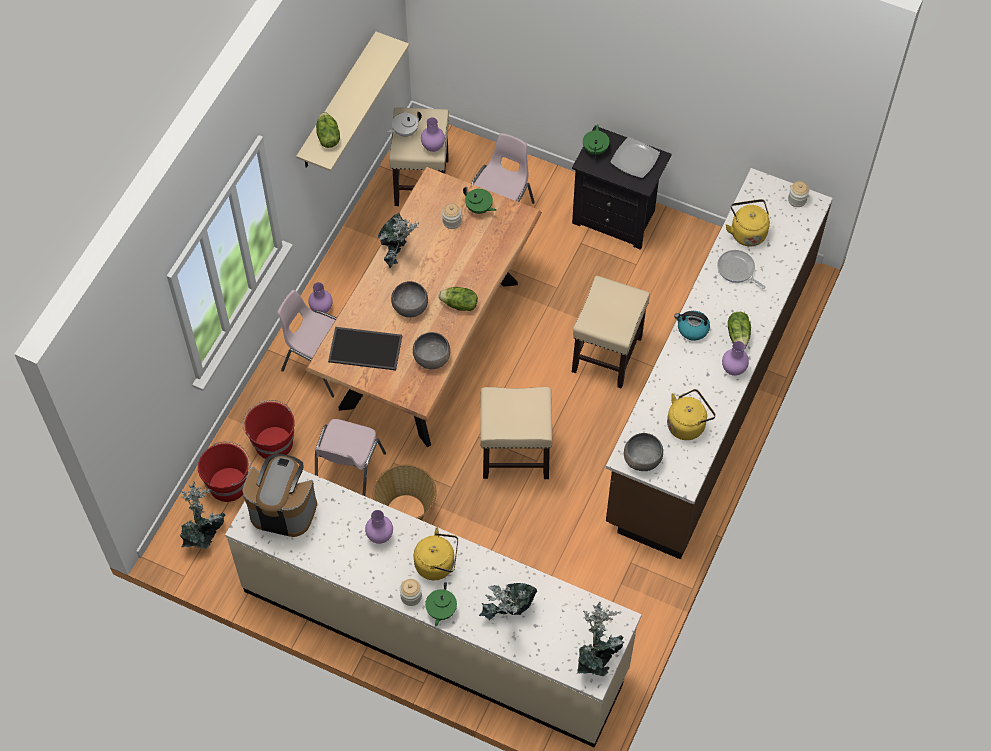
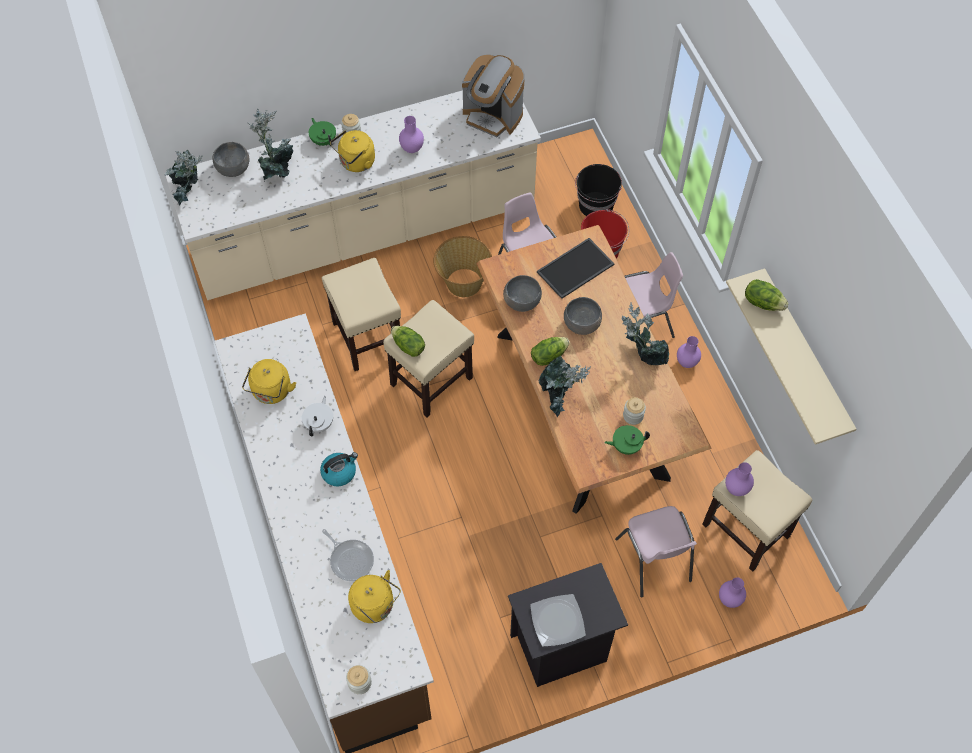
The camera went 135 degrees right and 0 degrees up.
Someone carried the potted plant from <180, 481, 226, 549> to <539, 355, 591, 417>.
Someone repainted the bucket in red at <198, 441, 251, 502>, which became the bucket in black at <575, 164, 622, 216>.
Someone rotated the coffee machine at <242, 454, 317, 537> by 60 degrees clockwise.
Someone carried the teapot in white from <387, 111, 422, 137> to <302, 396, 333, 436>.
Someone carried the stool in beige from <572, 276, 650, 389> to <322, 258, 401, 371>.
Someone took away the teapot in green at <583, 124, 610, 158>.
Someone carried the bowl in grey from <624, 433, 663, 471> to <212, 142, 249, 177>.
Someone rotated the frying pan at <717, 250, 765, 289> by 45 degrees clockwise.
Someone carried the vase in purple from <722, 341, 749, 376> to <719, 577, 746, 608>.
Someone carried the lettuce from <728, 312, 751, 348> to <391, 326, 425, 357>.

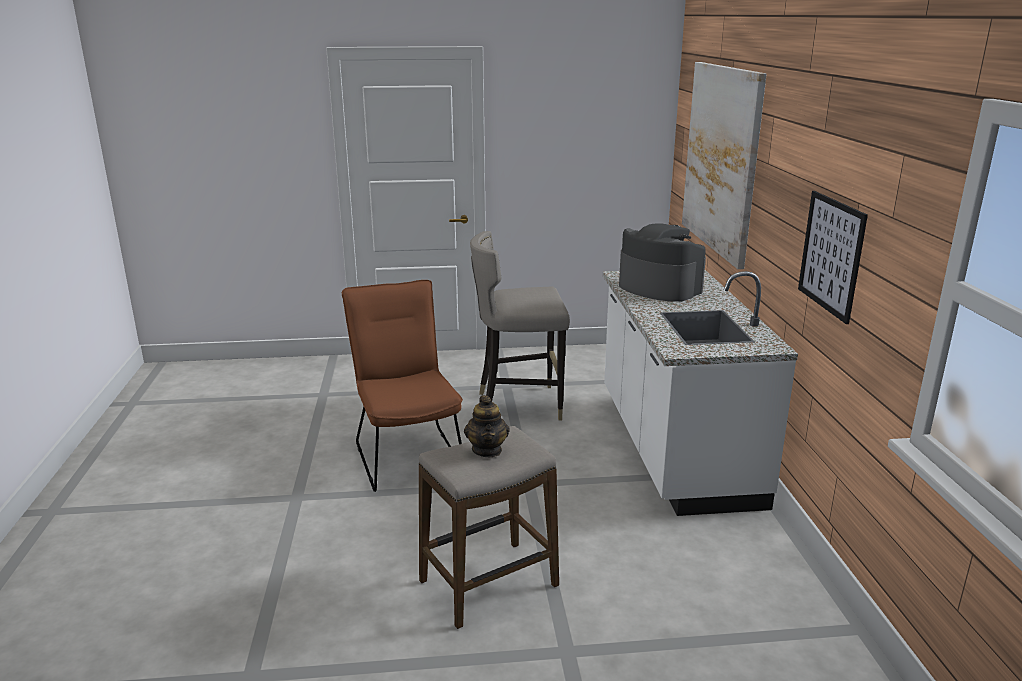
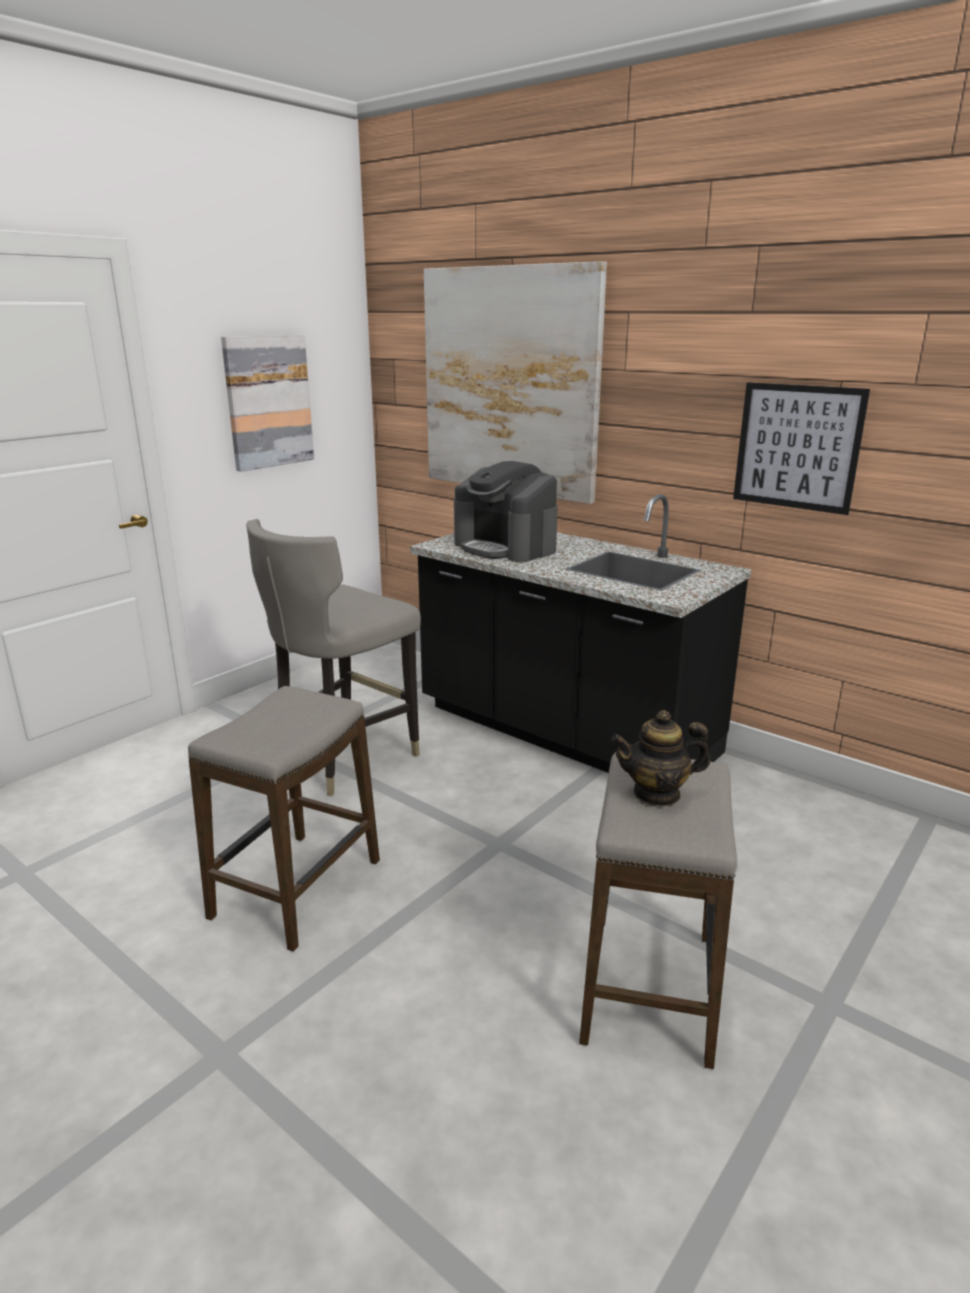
The camera went 45 degrees left and 0 degrees up.
Someone swapped the chair in brown at <342, 280, 463, 492> for the stool at <188, 686, 380, 951>.
Someone rotated the teapot at <464, 395, 510, 457> by 135 degrees clockwise.
Someone repainted the counter in white at <603, 270, 798, 516>, which became the counter in black at <410, 494, 752, 773>.
Someone rotated the coffee machine at <619, 223, 706, 302> by 135 degrees counterclockwise.
Someone put up the picture at <221, 335, 314, 472>.

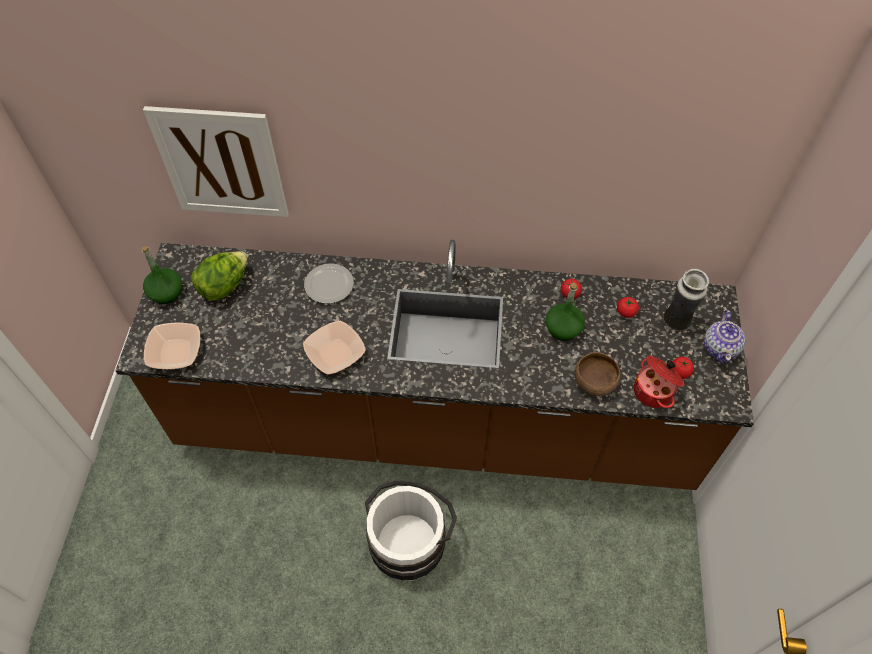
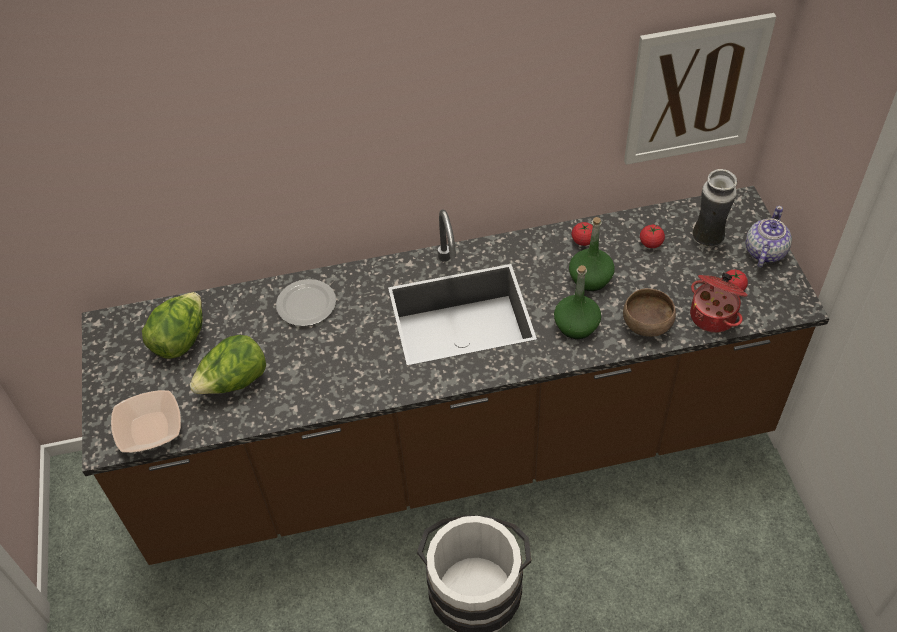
The camera went 15 degrees left and 5 degrees down.
Someone carried the bottle in green from <142, 246, 182, 304> to <554, 265, 601, 339>.
Someone carried the picture from <143, 106, 289, 217> to <624, 13, 776, 165>.
Someone took away the bowl at <303, 321, 365, 375>.
Someone rotated the teapot at <704, 310, 746, 364> by 150 degrees counterclockwise.
Someone put down the lettuce at <190, 335, 266, 394>.

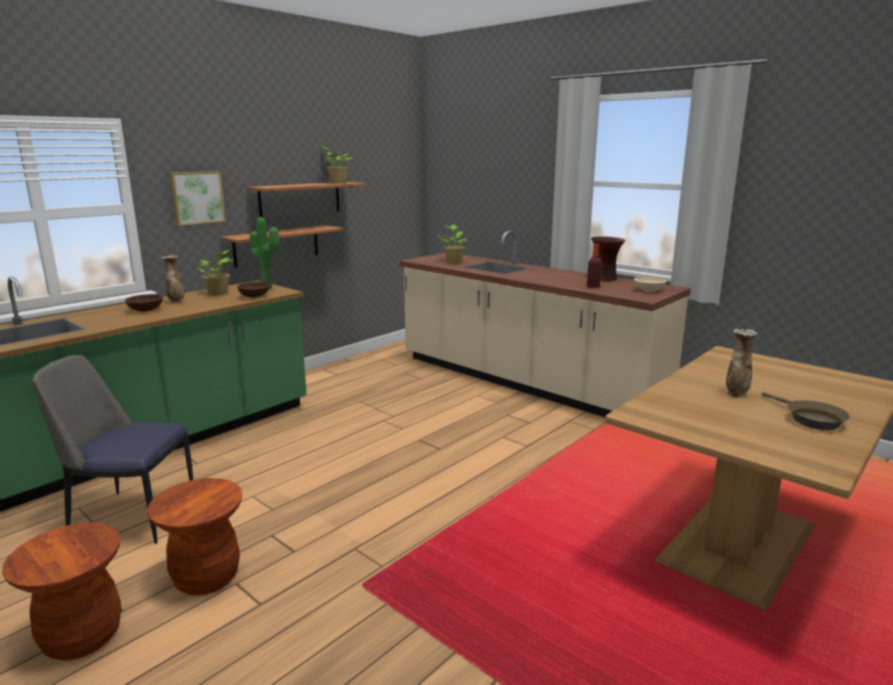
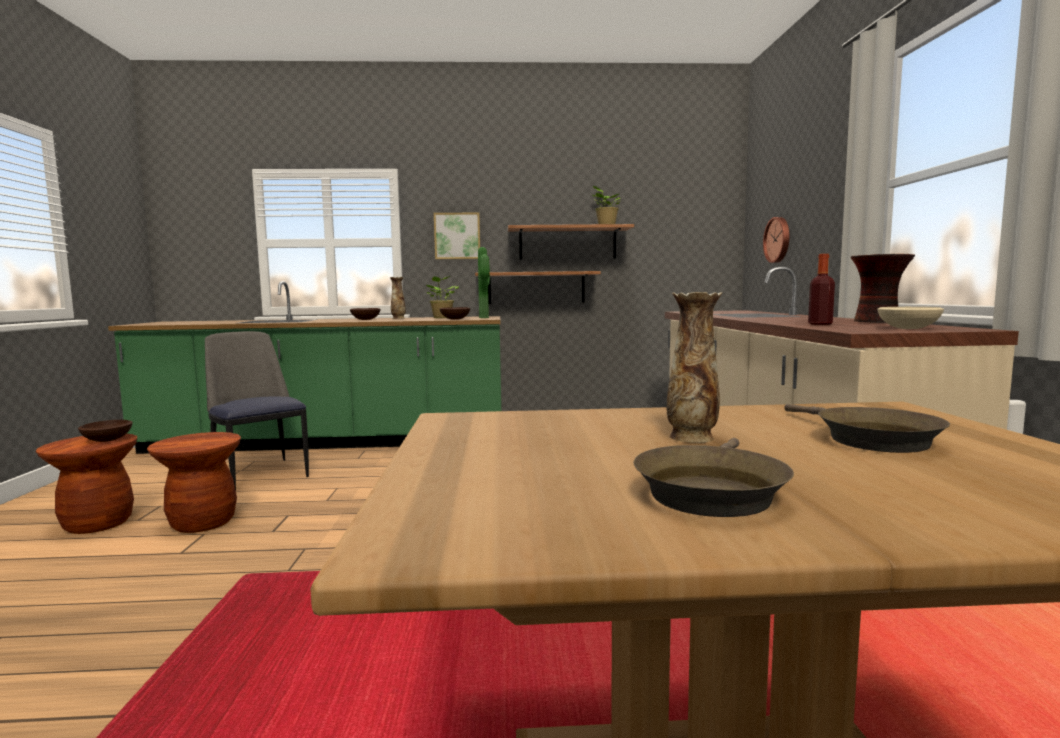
The camera went 45 degrees right and 10 degrees down.
Someone took away the potted plant at <439, 224, 468, 263>.
Someone put down the bowl in brown at <78, 420, 133, 442>.
Someone put up the wall clock at <763, 217, 789, 263>.
Someone put down the frying pan in brown at <785, 404, 950, 453>.

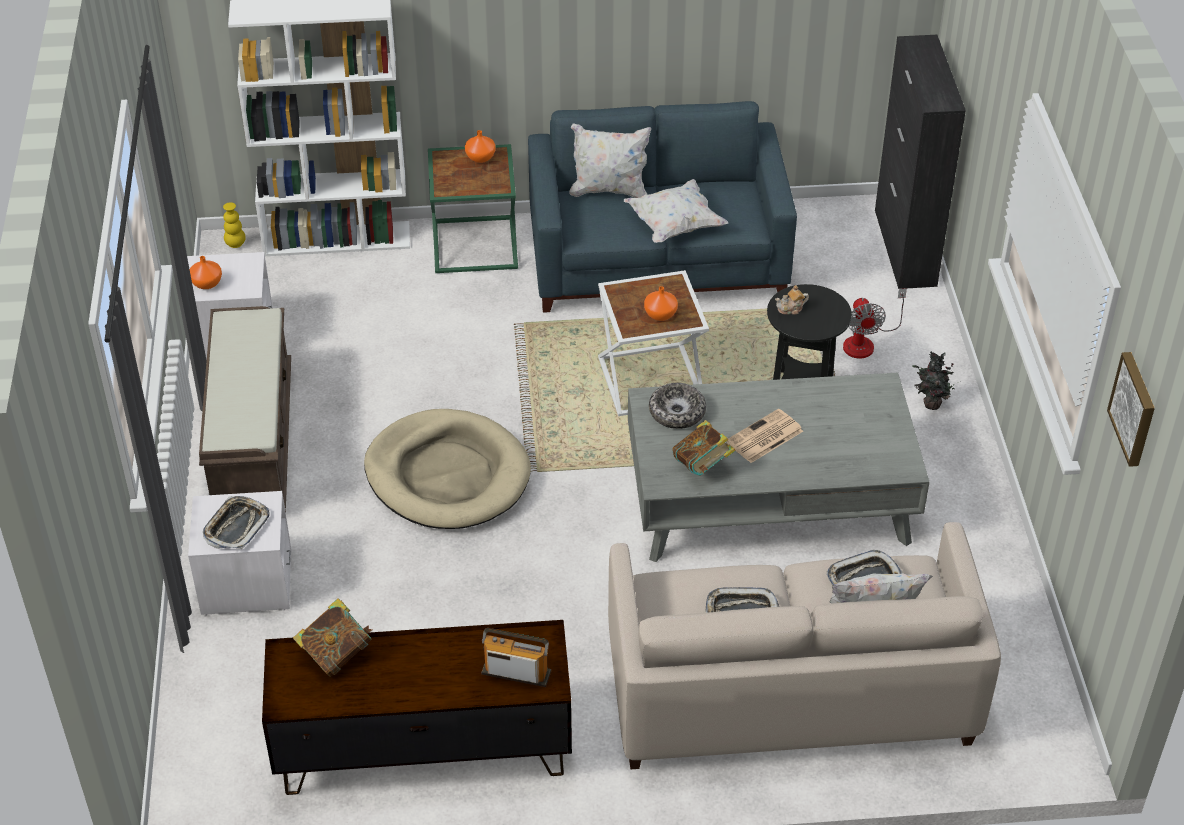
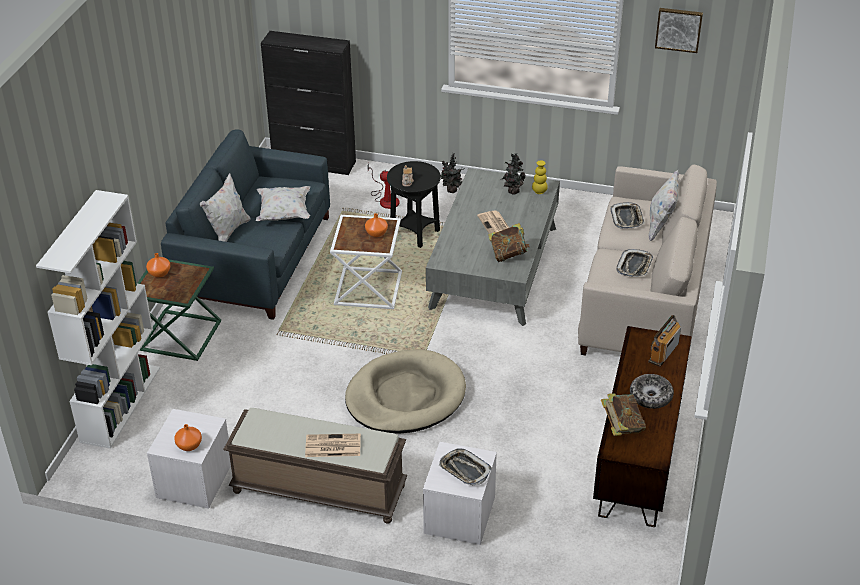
The camera went 70 degrees left and 5 degrees down.
Someone carried the vase in yellow from <223, 202, 246, 248> to <532, 160, 548, 194>.
Someone carried the bowl from <649, 383, 706, 429> to <630, 374, 674, 409>.
Someone put down the newspaper at <305, 434, 361, 457>.
Someone put down the potted plant at <502, 153, 525, 194>.

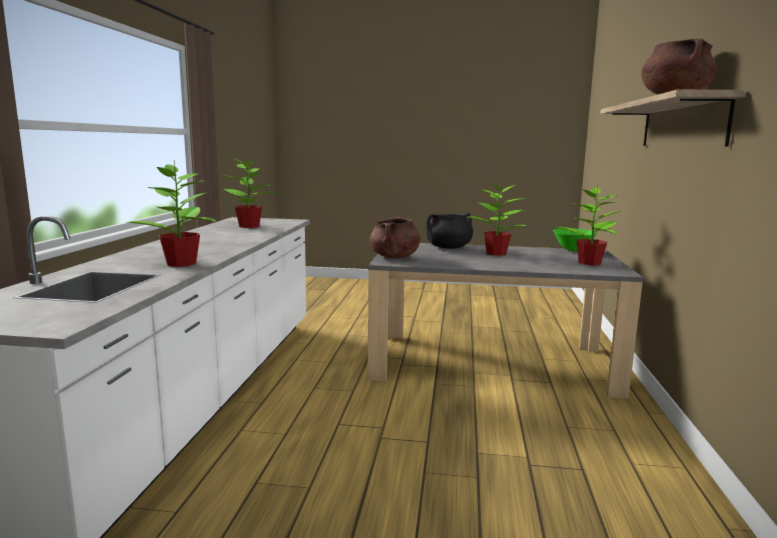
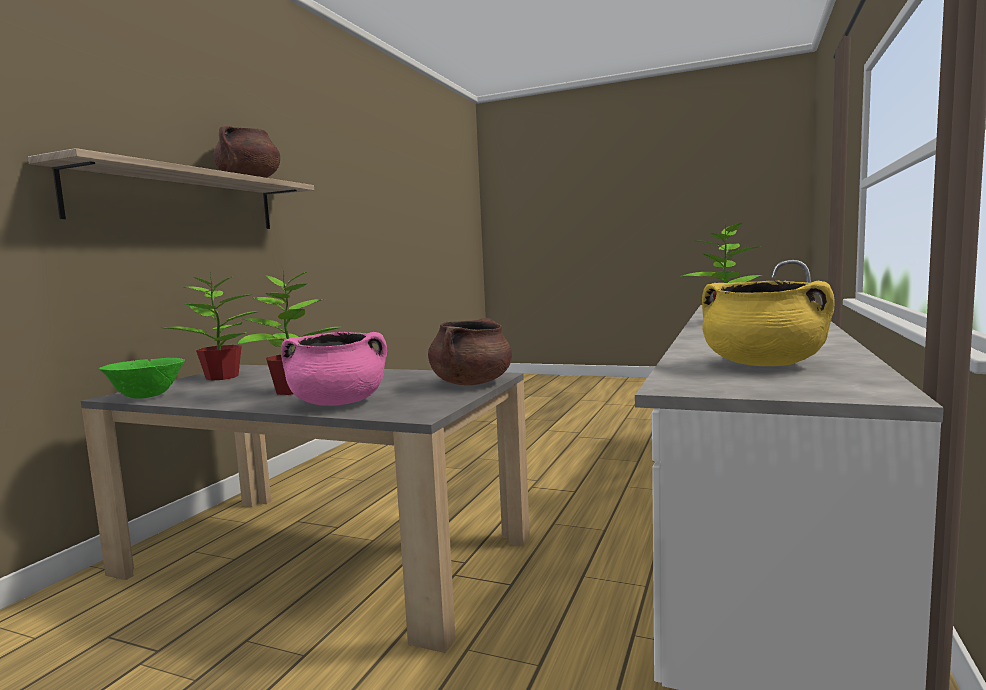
The camera went 165 degrees left and 5 degrees down.
Someone swapped the potted plant at <222, 155, 277, 228> for the cooking pot in yellow at <702, 280, 835, 366>.
Someone repainted the cooking pot in black at <426, 213, 473, 249>, which became the cooking pot in pink at <281, 332, 387, 406>.

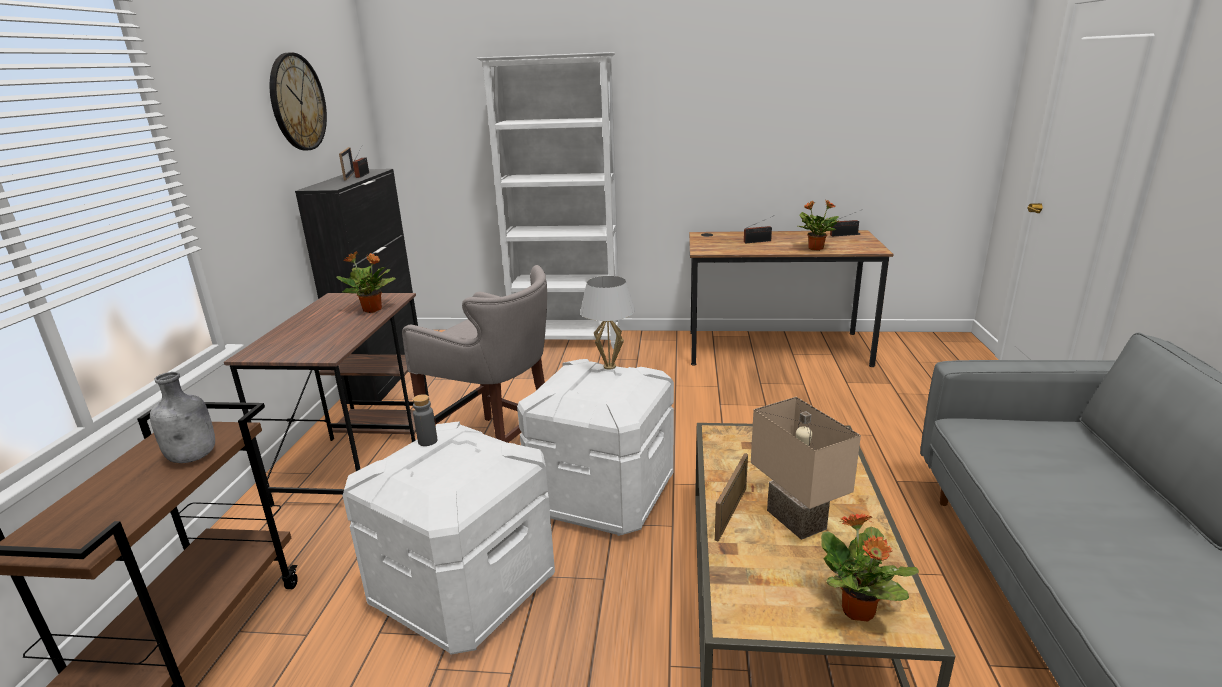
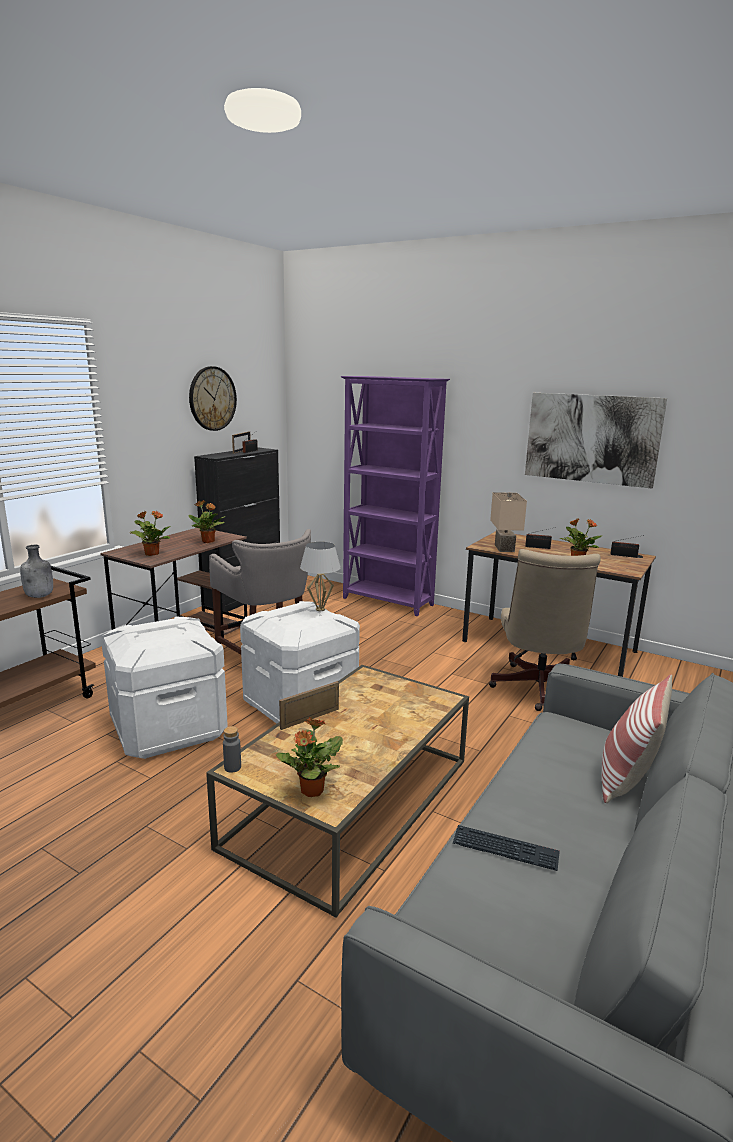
The camera went 25 degrees right and 5 degrees down.
Someone carried the bottle in grey from <413, 394, 437, 446> to <223, 726, 241, 773>.
Someone repainted the bookcase in white at <477, 52, 620, 349>, which became the bookcase in purple at <341, 376, 450, 616>.
Someone carried the table lamp in beige from <751, 397, 861, 540> to <490, 492, 527, 552>.
Someone put down the potted plant at <130, 511, 171, 556>.
Someone put down the keyboard at <453, 825, 560, 871>.
Someone put down the office chair in beige at <489, 549, 601, 711>.
Someone put up the picture at <525, 393, 667, 489>.
Someone put down the pillow at <602, 674, 672, 803>.

